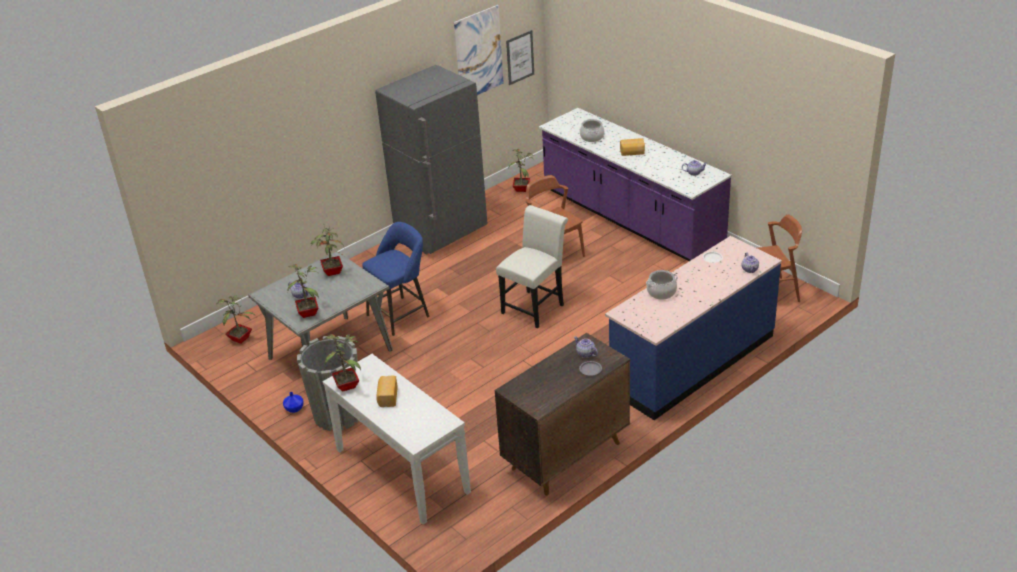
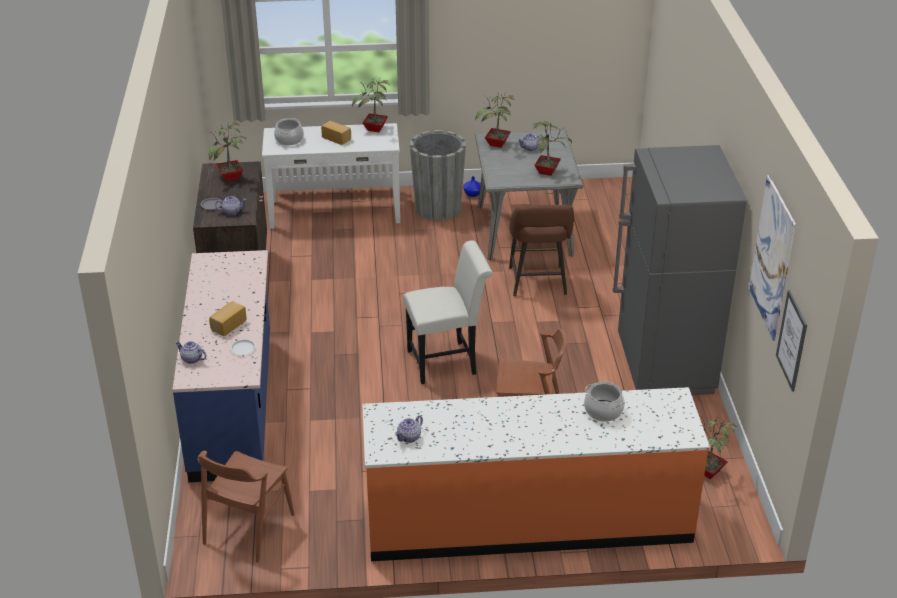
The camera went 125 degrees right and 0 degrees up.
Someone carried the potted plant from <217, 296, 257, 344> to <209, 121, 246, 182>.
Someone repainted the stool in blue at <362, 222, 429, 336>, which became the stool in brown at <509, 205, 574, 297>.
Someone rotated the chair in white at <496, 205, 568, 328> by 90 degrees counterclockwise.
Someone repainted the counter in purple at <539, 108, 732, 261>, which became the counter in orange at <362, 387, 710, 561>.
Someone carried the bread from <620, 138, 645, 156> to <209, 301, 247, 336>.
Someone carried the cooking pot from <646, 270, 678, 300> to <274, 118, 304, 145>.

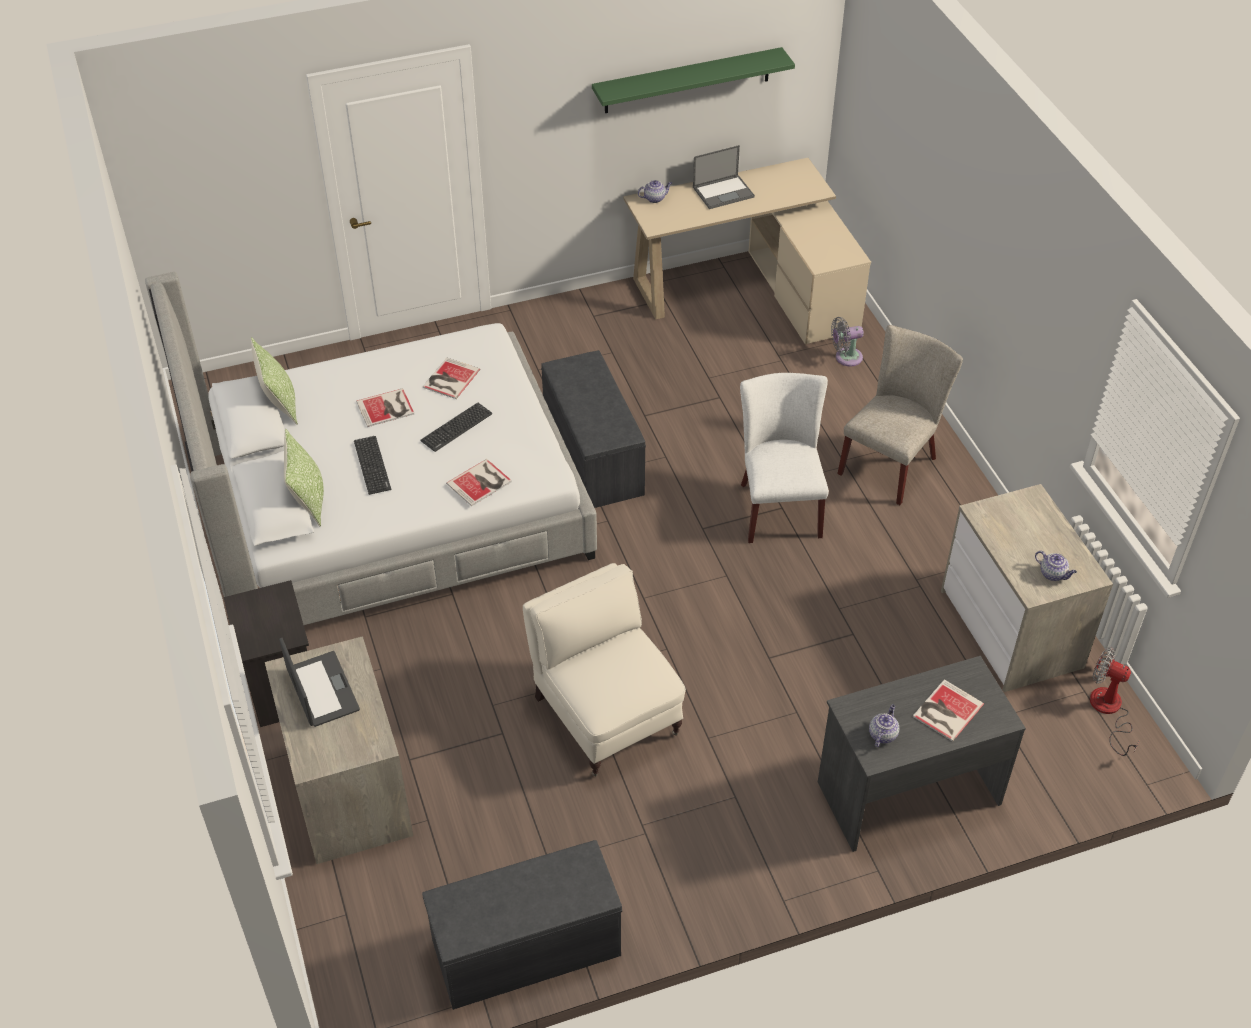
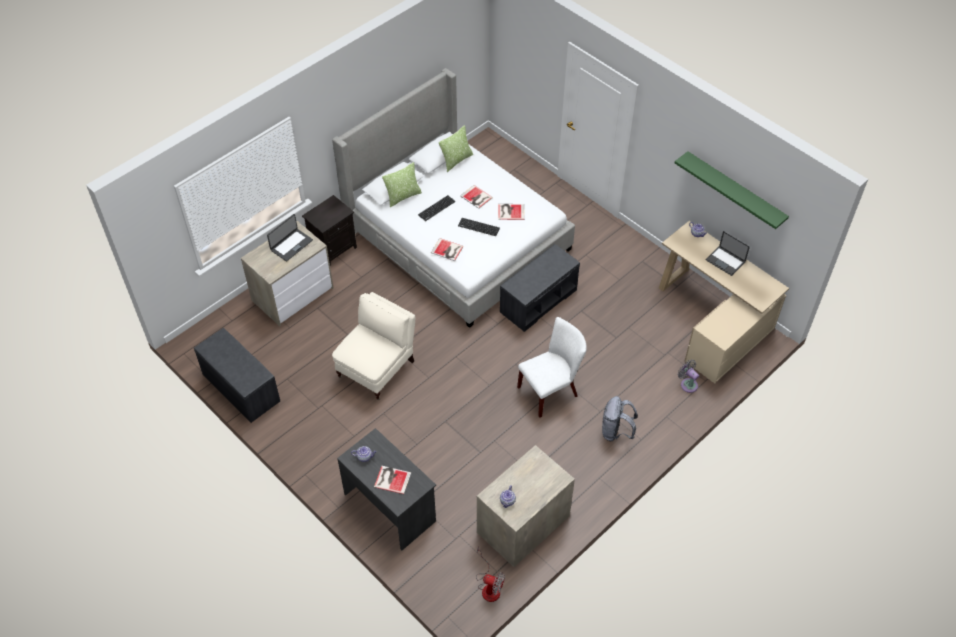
The camera went 65 degrees right and 5 degrees up.
Someone swapped the chair in beige at <837, 325, 963, 505> for the backpack in grey at <602, 396, 638, 441>.
Someone rotated the fan at <1090, 647, 1140, 756> by 105 degrees clockwise.

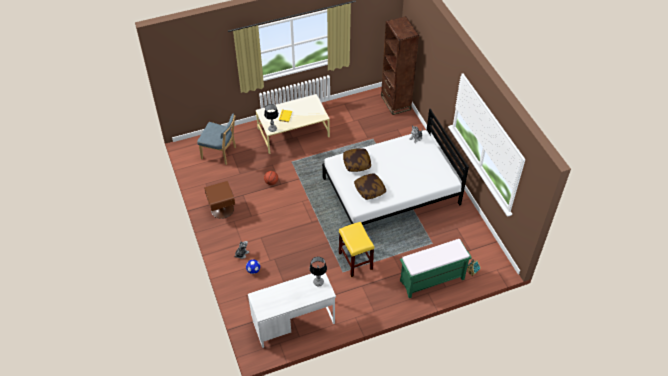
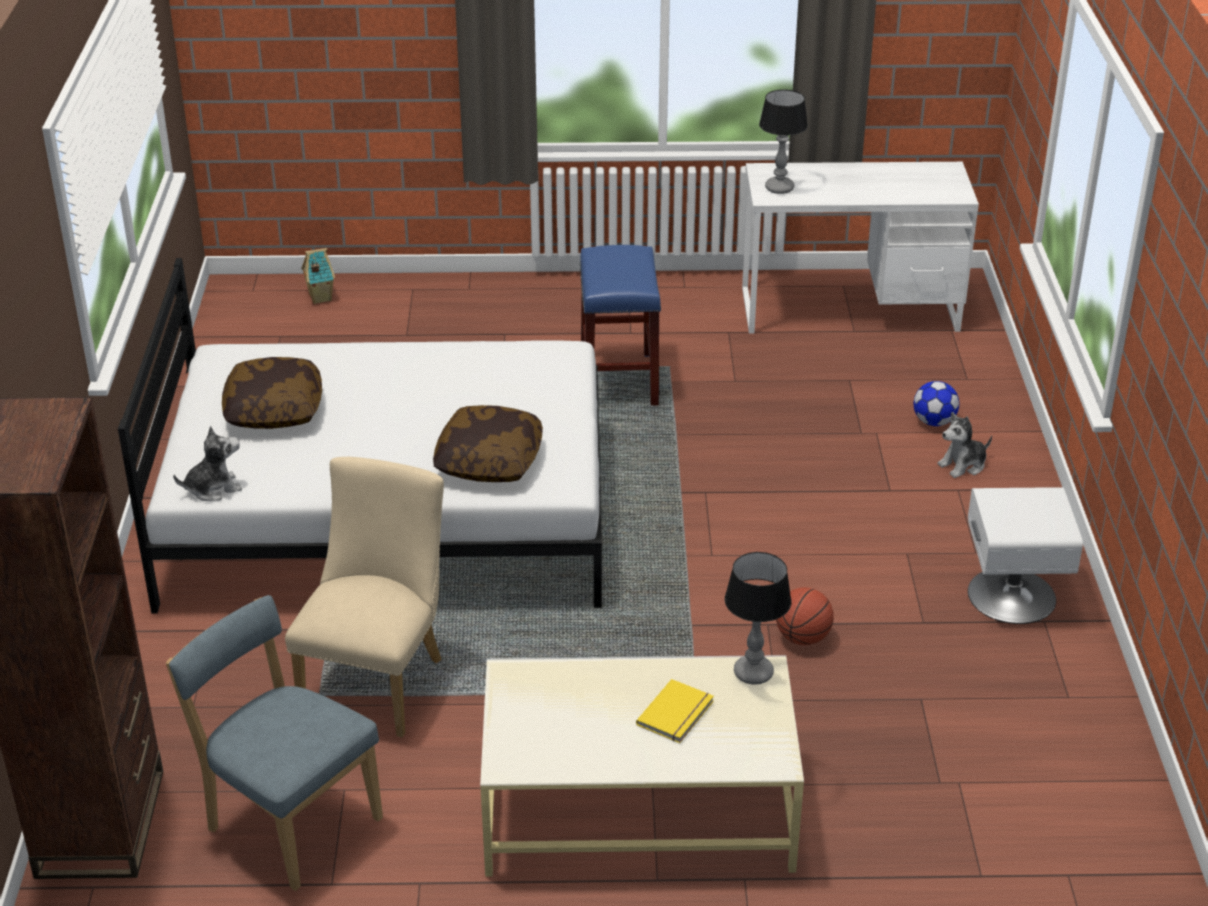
The camera went 160 degrees left and 15 degrees down.
Someone carried the chair in blue from <197, 114, 236, 165> to <166, 595, 383, 891>.
Someone repainted the nightstand in brown at <204, 181, 235, 219>, which became the nightstand in white at <968, 487, 1083, 624>.
Someone repainted the stool in yellow at <339, 222, 374, 277>, which became the stool in blue at <580, 245, 661, 406>.
Someone carried the pillow from <354, 173, 386, 200> to <222, 357, 322, 429>.
Someone took away the bench in green at <400, 239, 472, 298>.
Someone put down the chair in beige at <285, 457, 444, 737>.

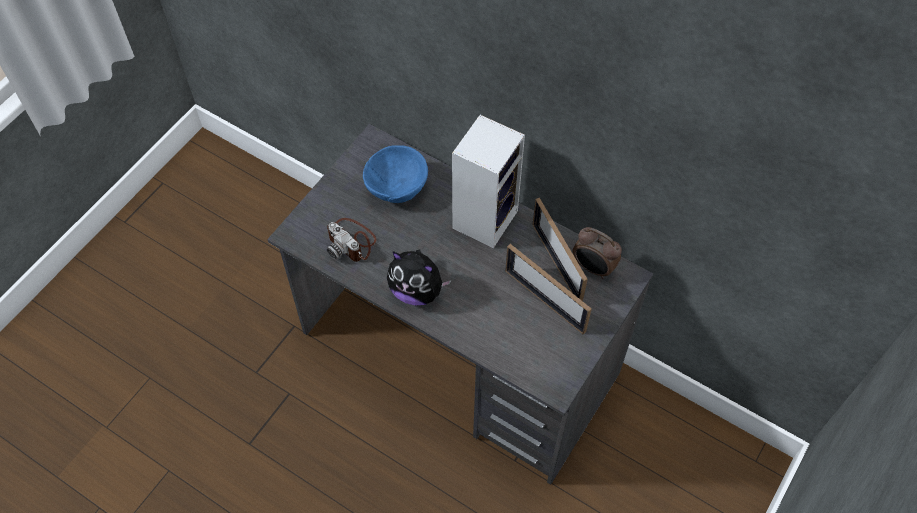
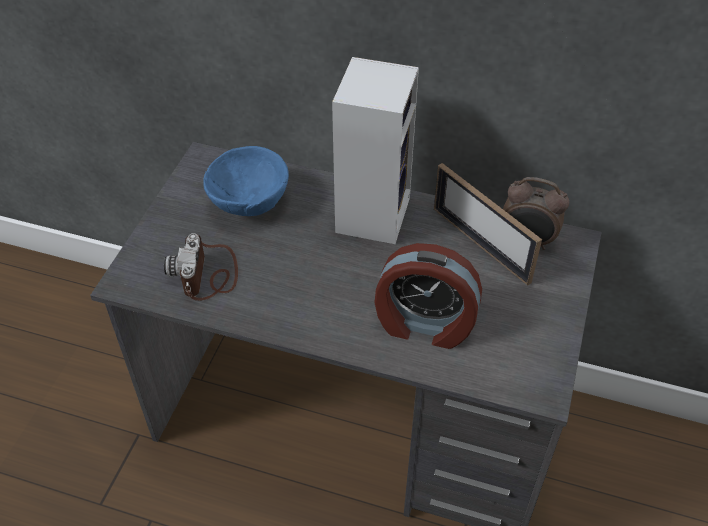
The camera went 15 degrees left and 10 degrees down.
Someone rotated the photo camera at <327, 218, 376, 262> by 60 degrees clockwise.
Someone took away the plush toy at <387, 249, 451, 306>.
Someone took away the picture frame at <505, 244, 592, 335>.
Someone put down the alarm clock at <375, 243, 482, 349>.

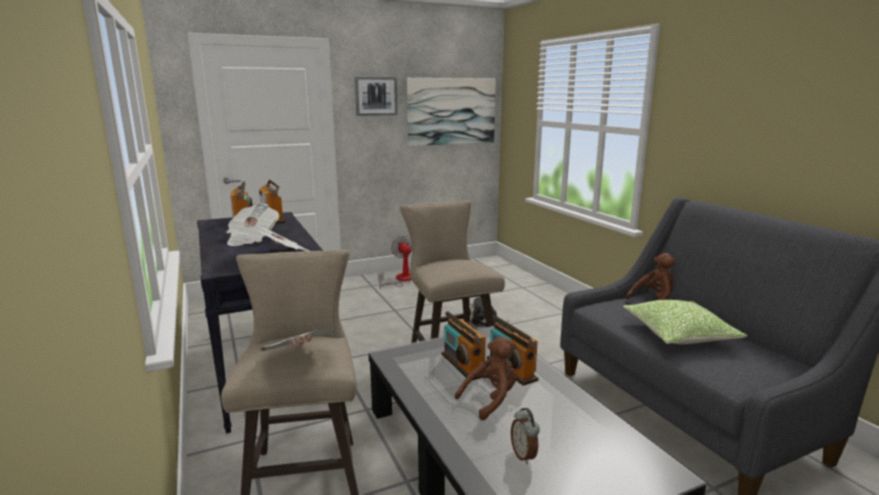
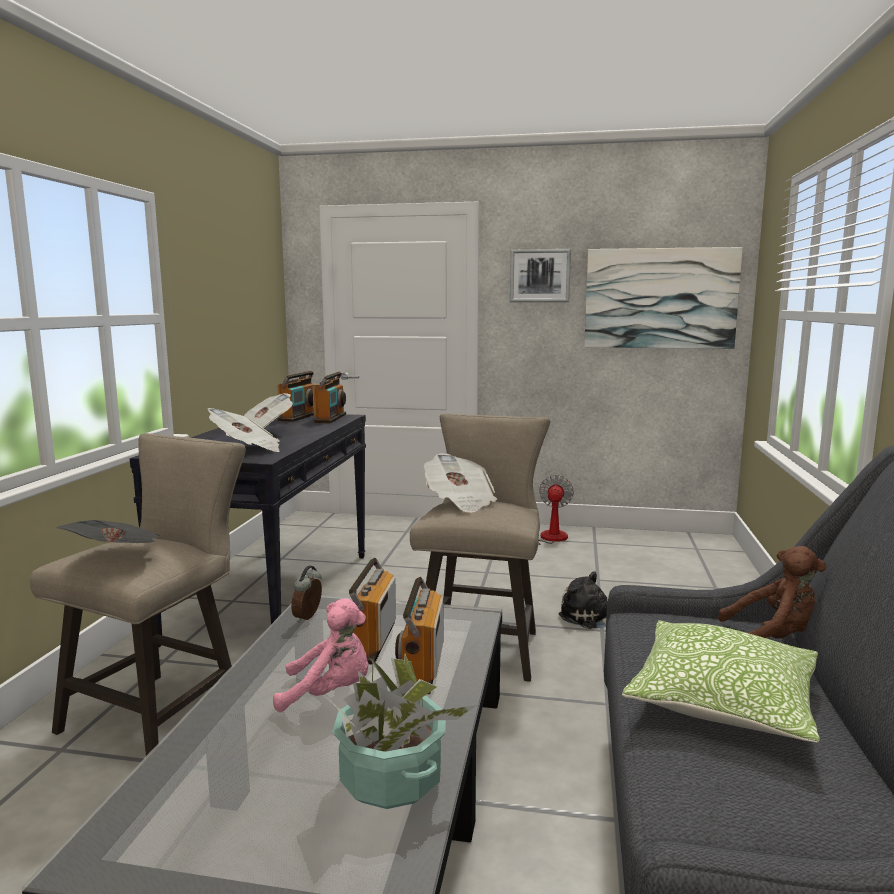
The camera went 35 degrees right and 5 degrees down.
Someone repainted the plush toy in brown at <455, 337, 516, 421>, which became the plush toy in pink at <273, 598, 368, 712>.
Someone carried the alarm clock from <511, 408, 540, 464> to <291, 565, 322, 623>.
Someone put down the potted plant at <329, 654, 477, 809>.
Someone put down the newspaper at <424, 453, 497, 513>.

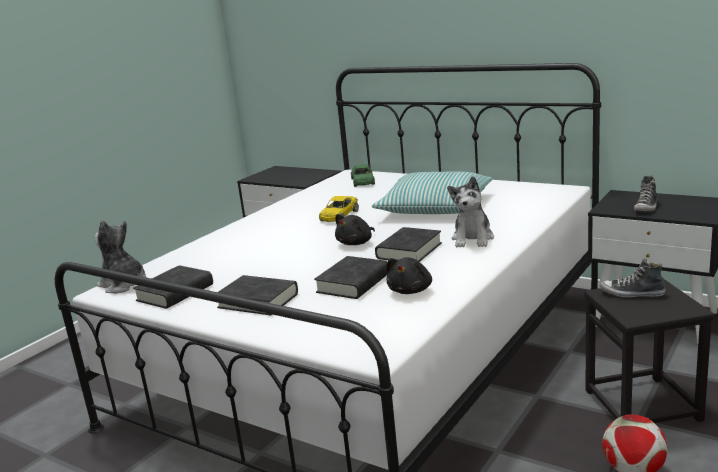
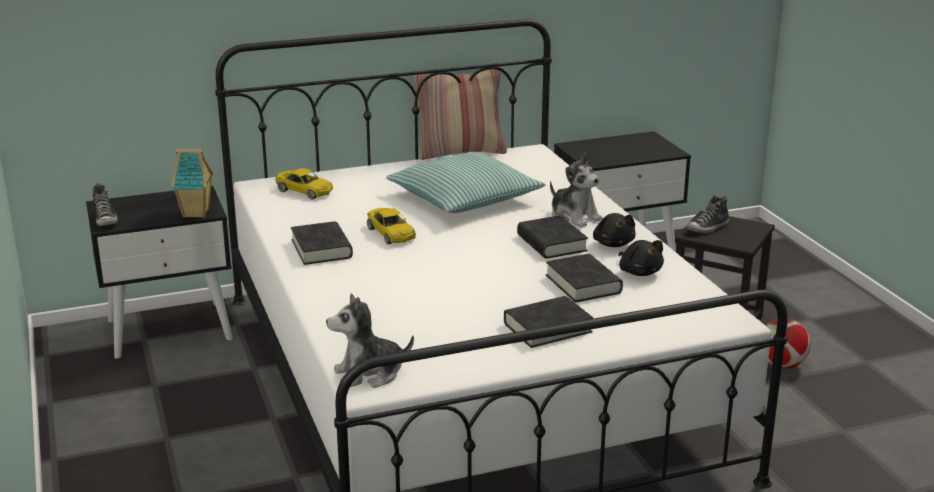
The camera went 55 degrees left and 5 degrees up.
Someone carried the book in black from <133, 265, 213, 309> to <291, 221, 353, 265>.
Someone carried the plush toy in black from <335, 214, 375, 245> to <593, 213, 635, 247>.
Someone repainted the toy car in green at <351, 164, 375, 187>, which became the toy car in yellow at <275, 168, 333, 200>.
Someone carried the shoe from <634, 175, 658, 212> to <92, 183, 118, 226>.
Someone put down the toy house at <171, 149, 214, 218>.
Someone put down the pillow at <414, 69, 507, 160>.

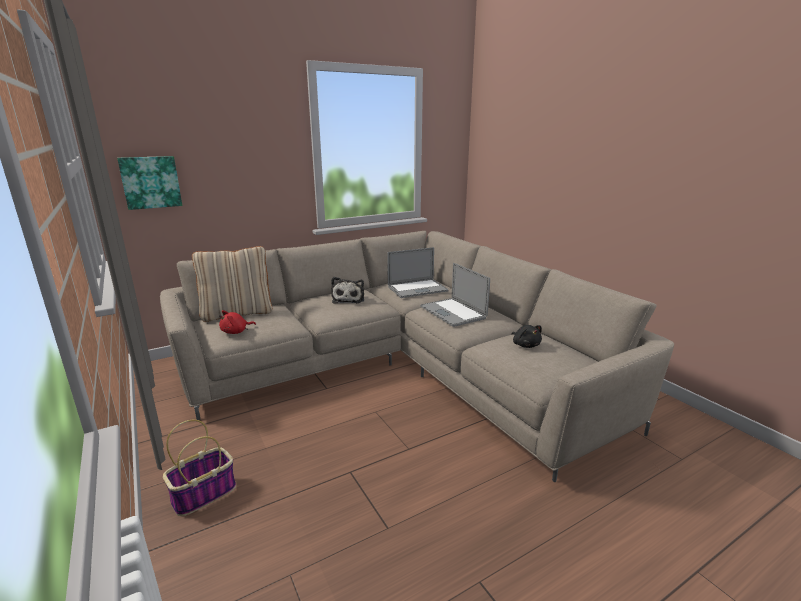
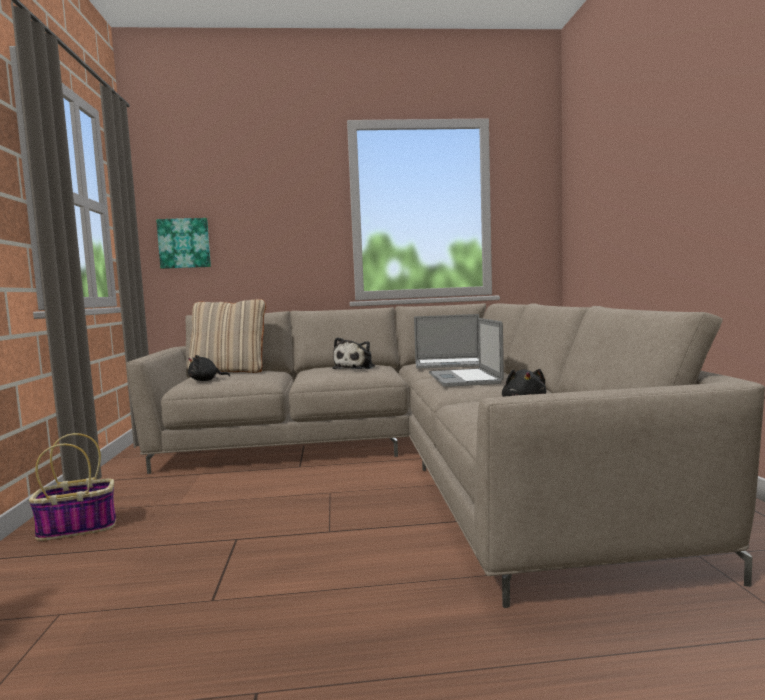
The camera went 25 degrees right and 15 degrees down.
Someone repainted the plush toy in red at <219, 310, 256, 334>, which became the plush toy in black at <188, 355, 230, 381>.

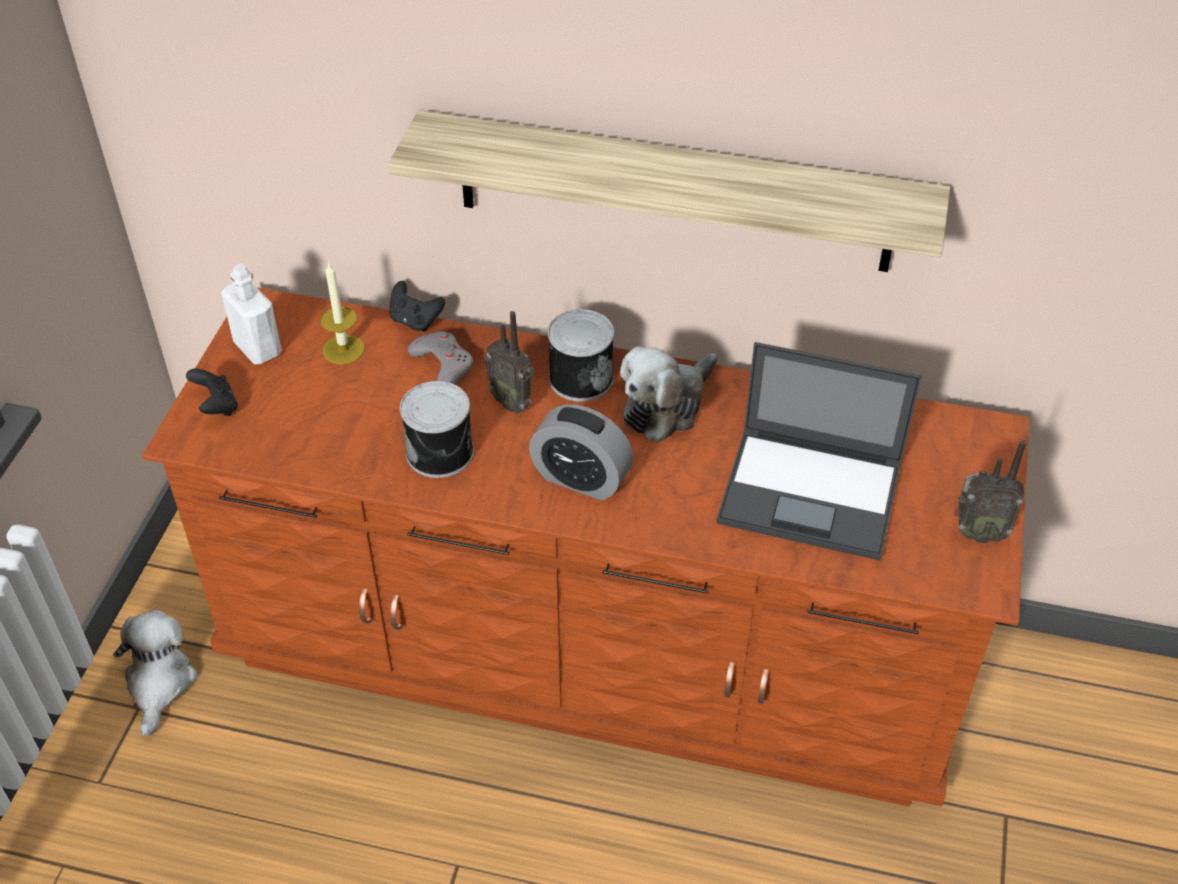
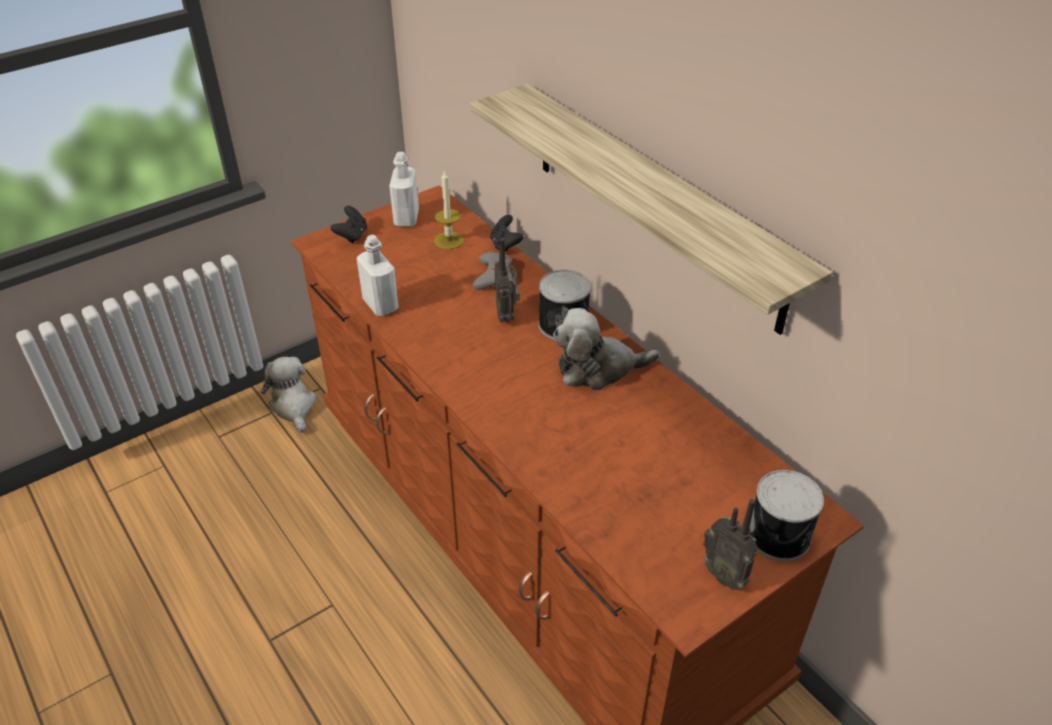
The camera went 40 degrees right and 5 degrees down.
Someone rotated the plush toy at <113, 610, 197, 736> by 60 degrees counterclockwise.
Someone carried the can from <400, 381, 474, 478> to <749, 470, 824, 561>.
Someone took away the alarm clock at <529, 404, 633, 500>.
Someone took away the laptop at <716, 342, 922, 560>.
Someone put down the bottle in white at <356, 235, 399, 316>.

